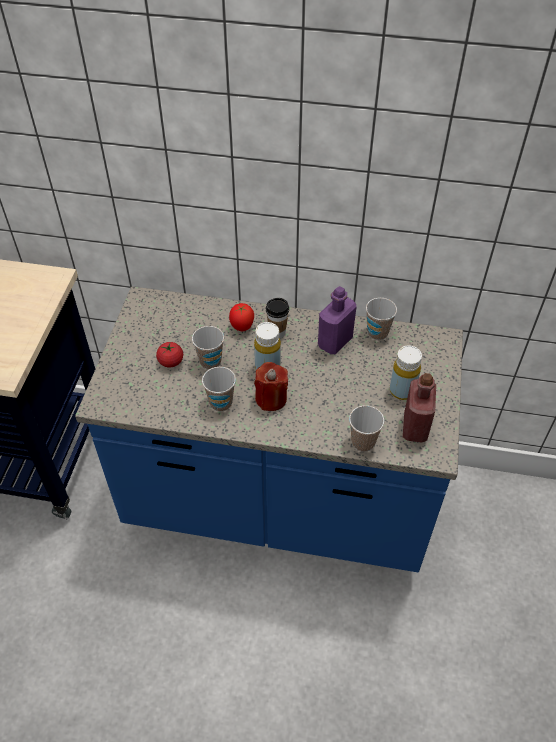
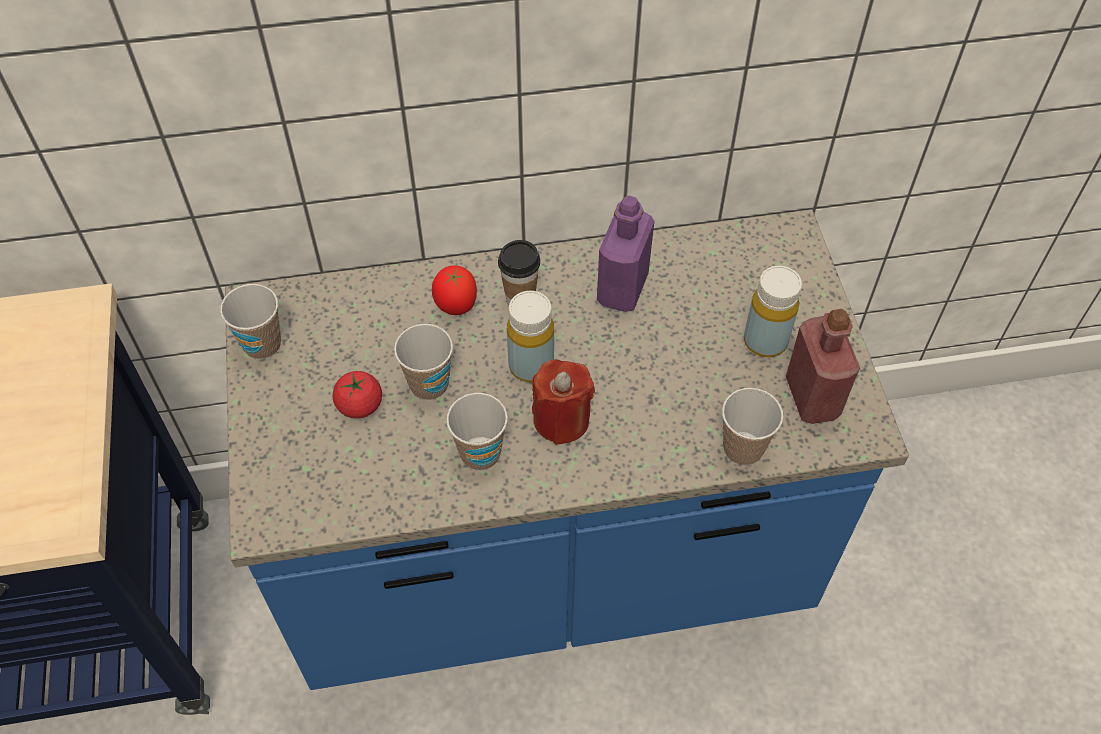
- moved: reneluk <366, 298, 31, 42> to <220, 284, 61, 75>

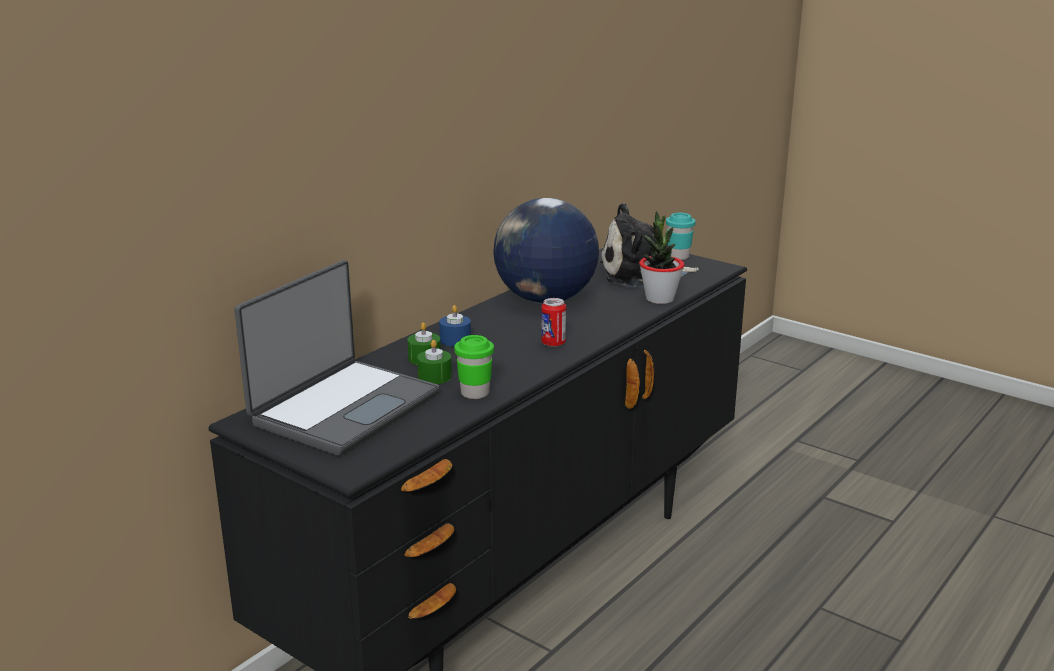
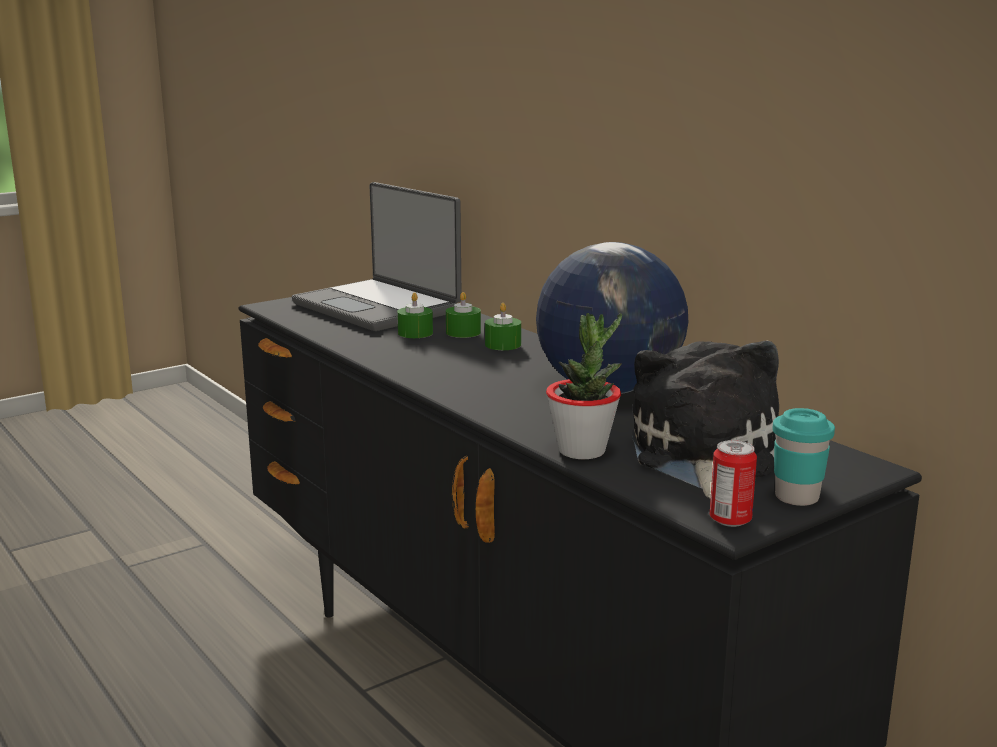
- removed: green_reneluk <454, 335, 40, 64>
- moved: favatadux <541, 298, 25, 49> to <710, 440, 47, 87>
- recoloured: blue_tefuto <439, 305, 32, 41> to green_tefuto <485, 303, 36, 47>

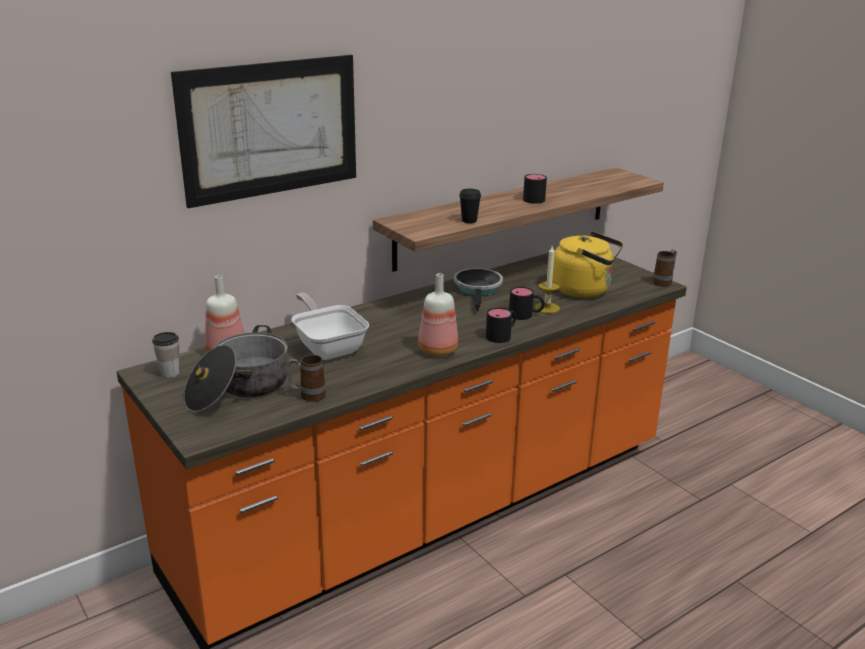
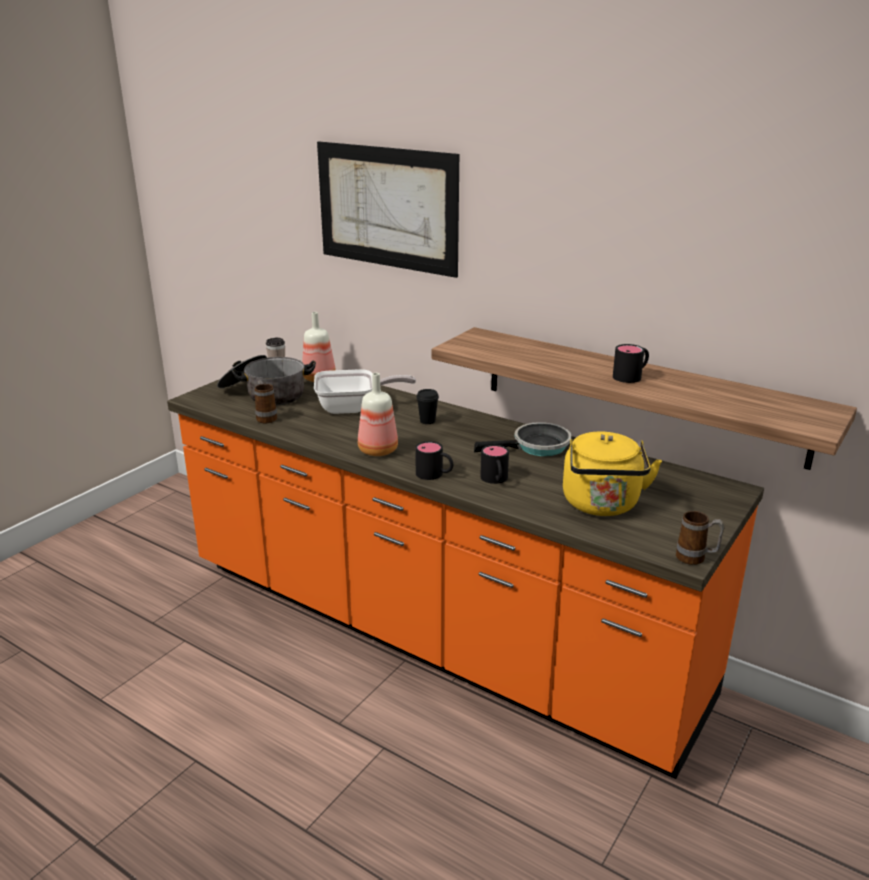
- removed: tefuto <535, 246, 25, 67>
- moved: black_reneluk <459, 189, 22, 34> to <416, 389, 23, 35>
- turned: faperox <291, 293, 78, 67> = <314, 369, 102, 45> 45 degrees clockwise

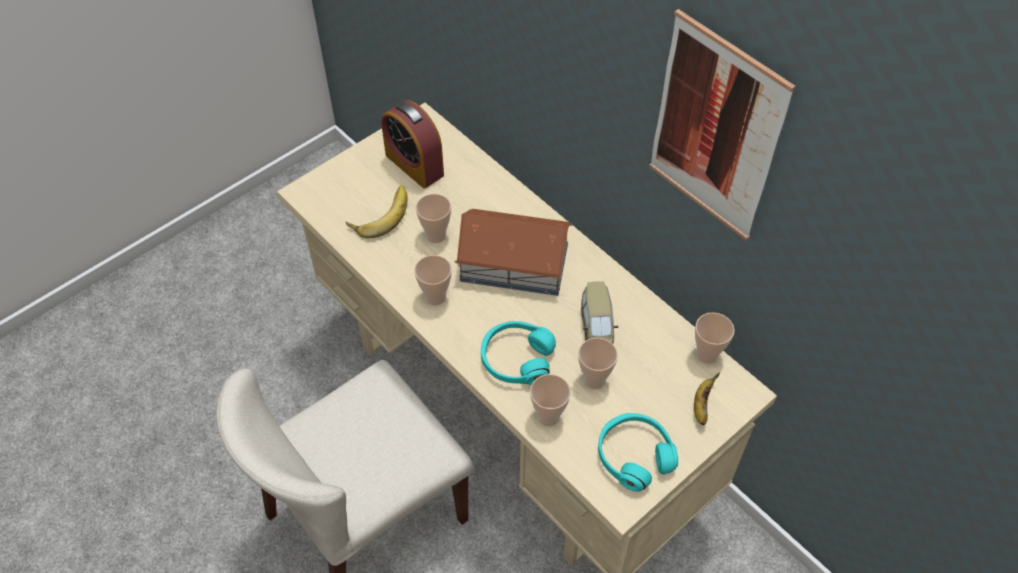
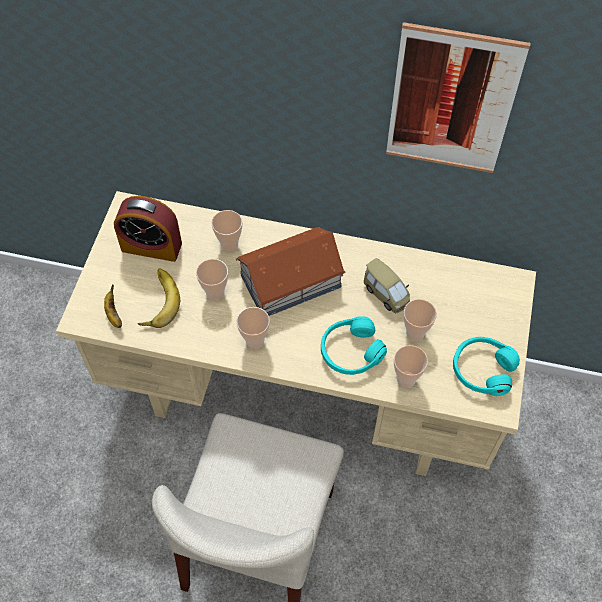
- moved: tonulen <694, 372, 26, 53> to <104, 284, 18, 44>
- moved: reneluk <695, 312, 40, 52> to <211, 210, 31, 42>

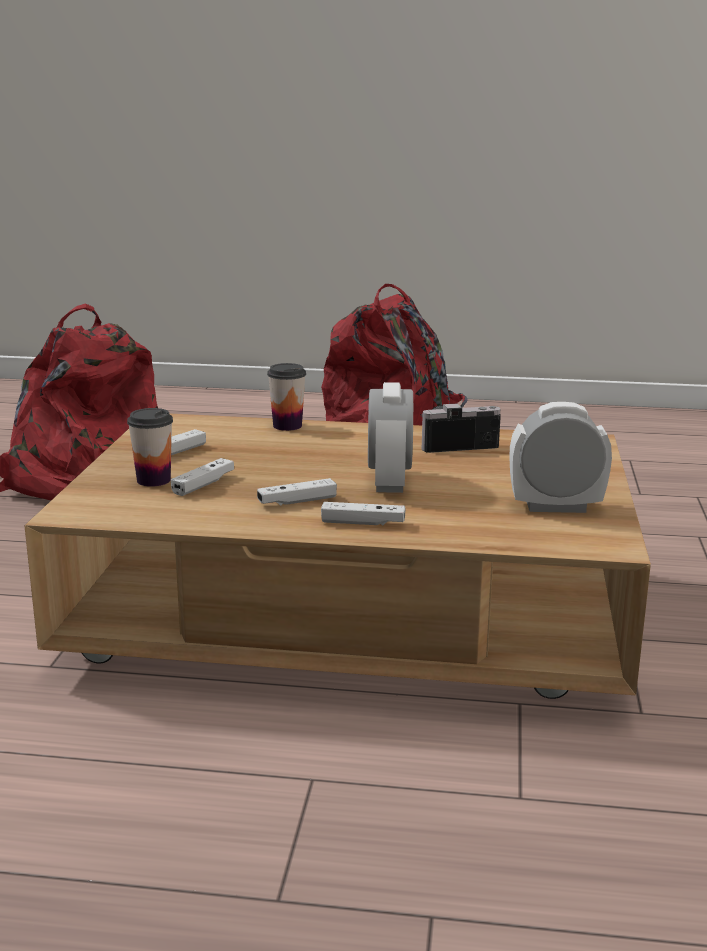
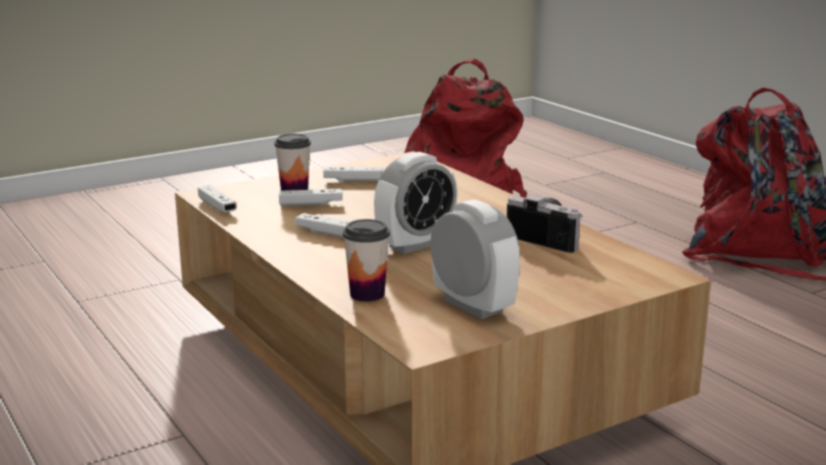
- moved: reneluk <267, 363, 39, 68> to <343, 219, 47, 83>
- moved: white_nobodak <321, 502, 84, 24> to <198, 185, 39, 27>

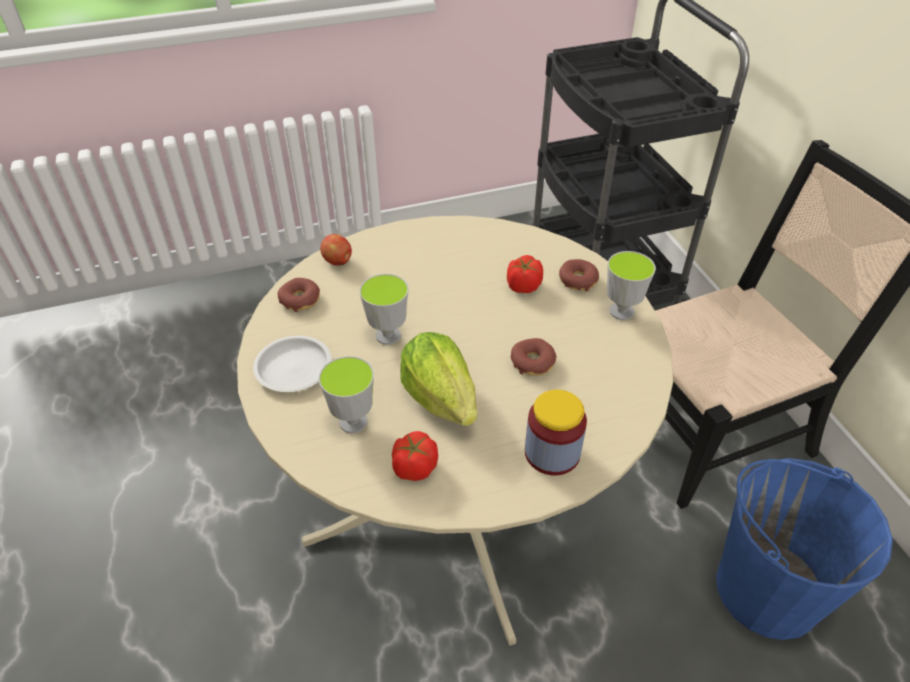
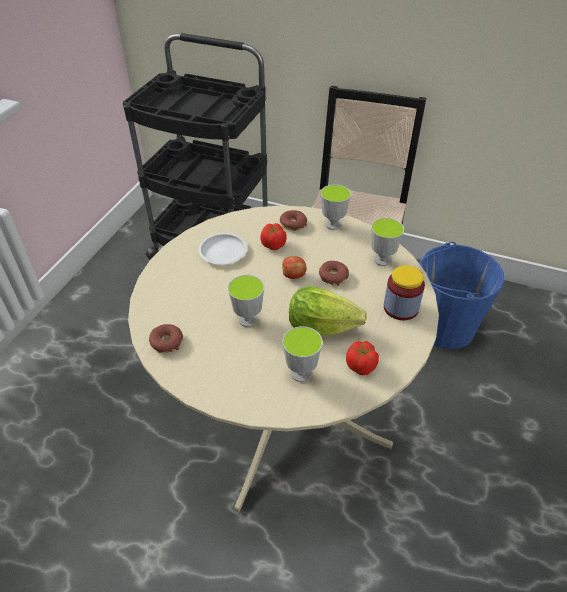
- added: reneluk <371, 218, 33, 48>
- moved: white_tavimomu <253, 336, 79, 56> to <198, 233, 50, 32>
- moved: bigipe <320, 234, 32, 32> to <282, 256, 25, 23>

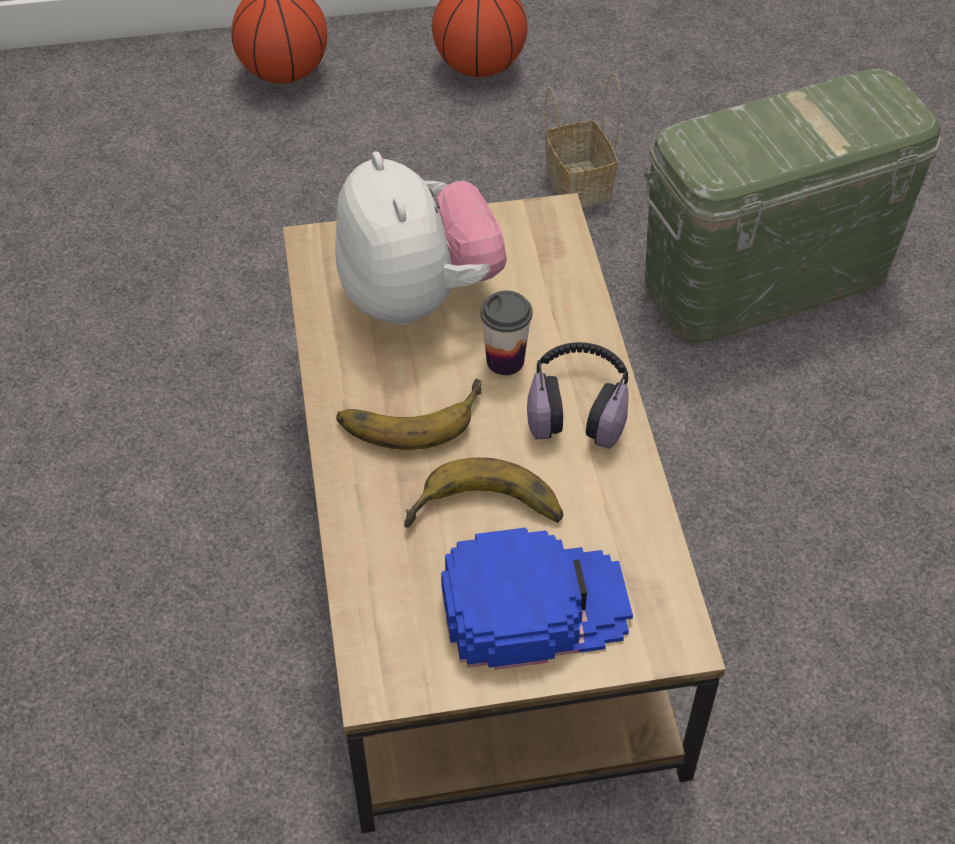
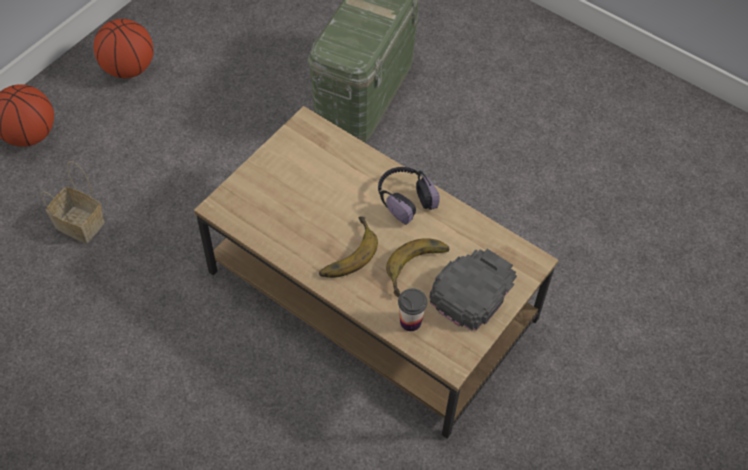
- removed: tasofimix <335, 151, 172, 174>
- moved: reneluk <480, 290, 52, 85> to <398, 289, 29, 42>
- moved: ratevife <545, 73, 76, 135> to <41, 161, 64, 82>
- recoloured: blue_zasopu <441, 528, 192, 142> to black_zasopu <429, 249, 88, 82>

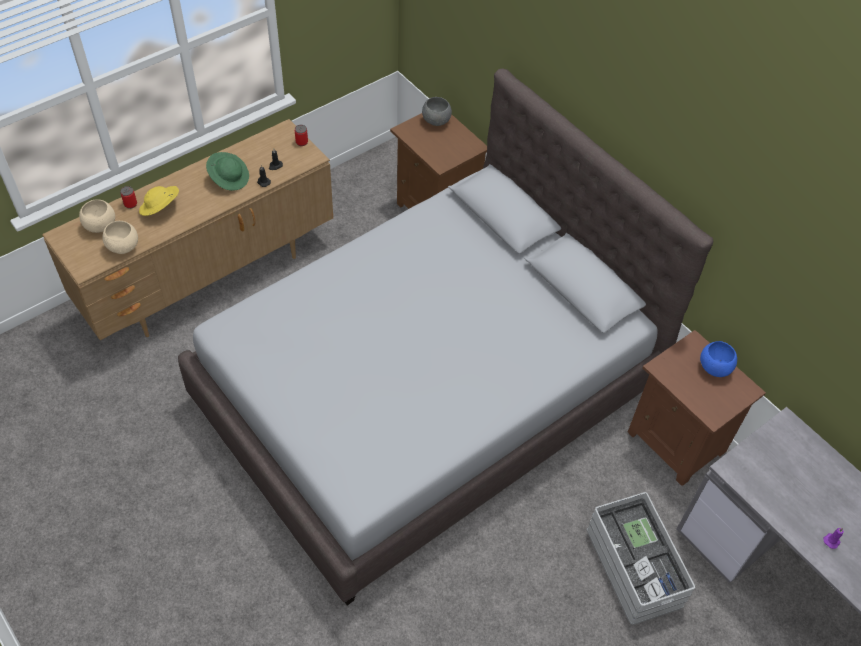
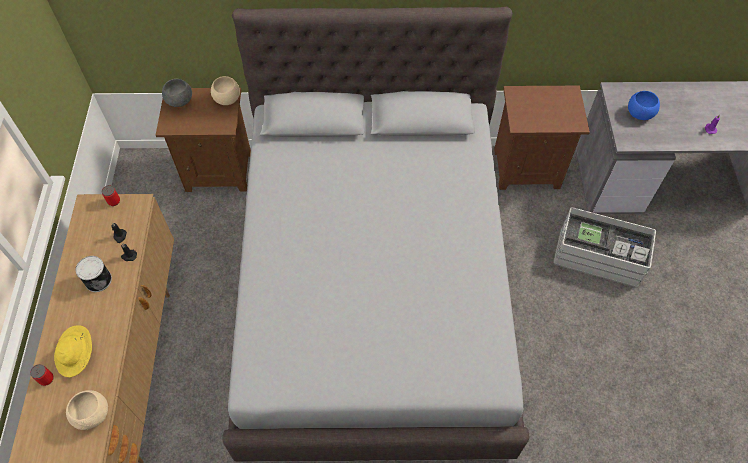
- moved: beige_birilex <79, 199, 36, 34> to <211, 76, 29, 29>
- moved: blue_birilex <700, 341, 37, 36> to <628, 91, 32, 29>
- replaced: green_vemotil <206, 152, 43, 39> to favatadux <76, 256, 36, 36>

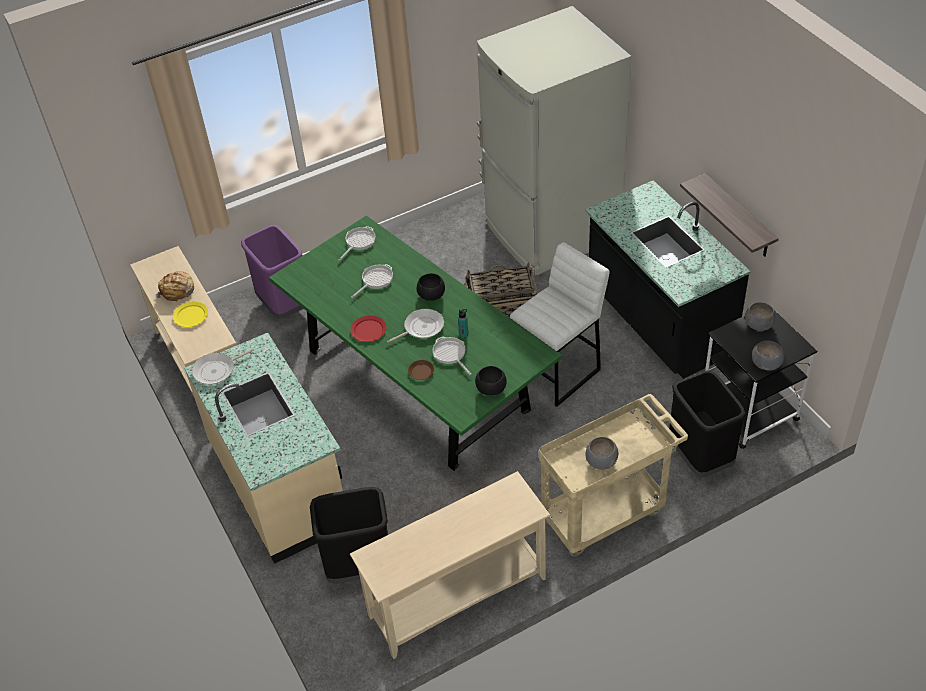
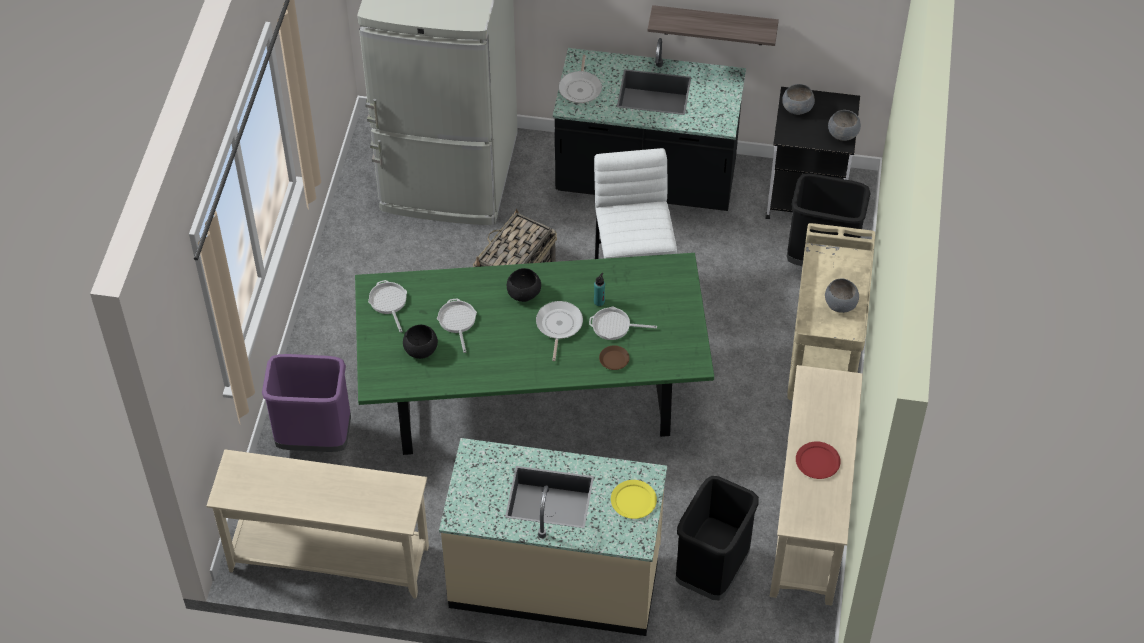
- removed: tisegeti <155, 271, 39, 31>
- moved: yellow_tavimomu <173, 302, 35, 25> to <611, 480, 46, 39>
- moved: faperox <192, 349, 61, 35> to <558, 54, 44, 49>
- moved: red_tavimomu <350, 316, 36, 26> to <796, 441, 45, 38>
- moved: black_birilex <475, 366, 32, 30> to <403, 325, 35, 34>

